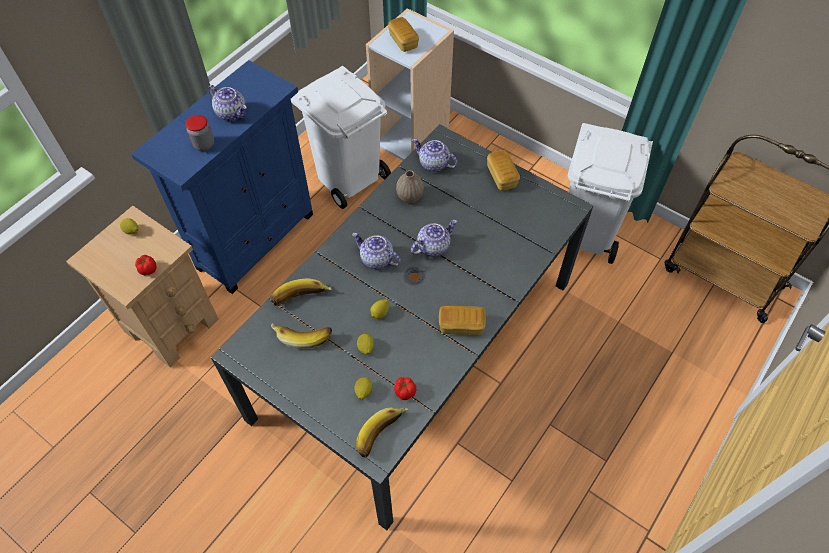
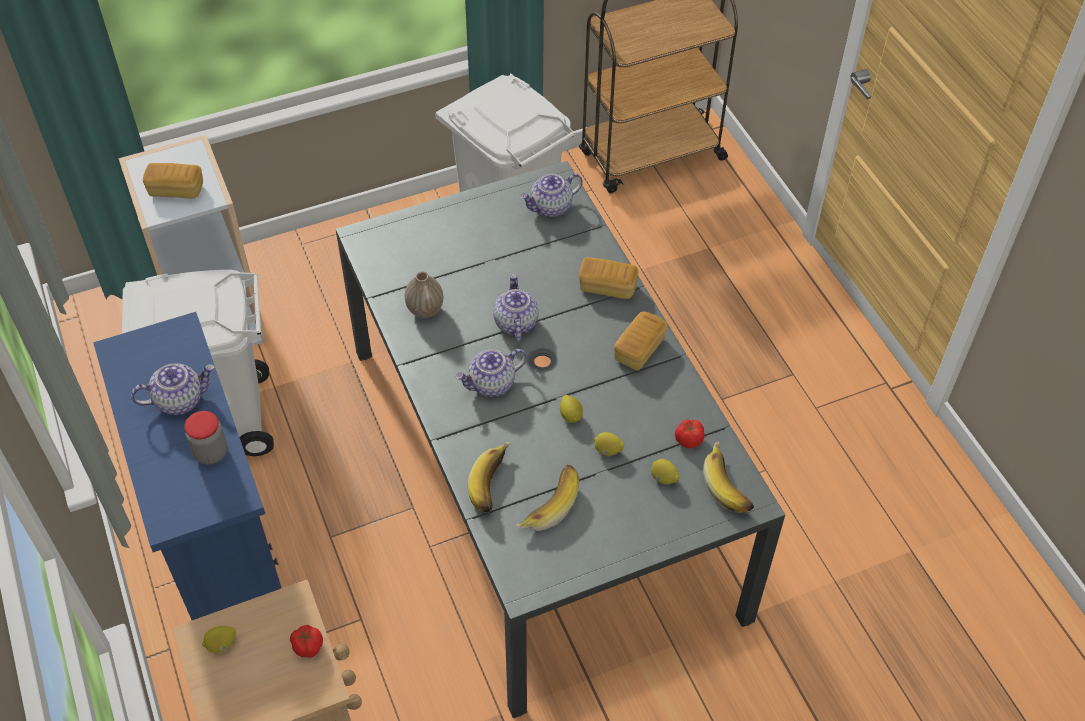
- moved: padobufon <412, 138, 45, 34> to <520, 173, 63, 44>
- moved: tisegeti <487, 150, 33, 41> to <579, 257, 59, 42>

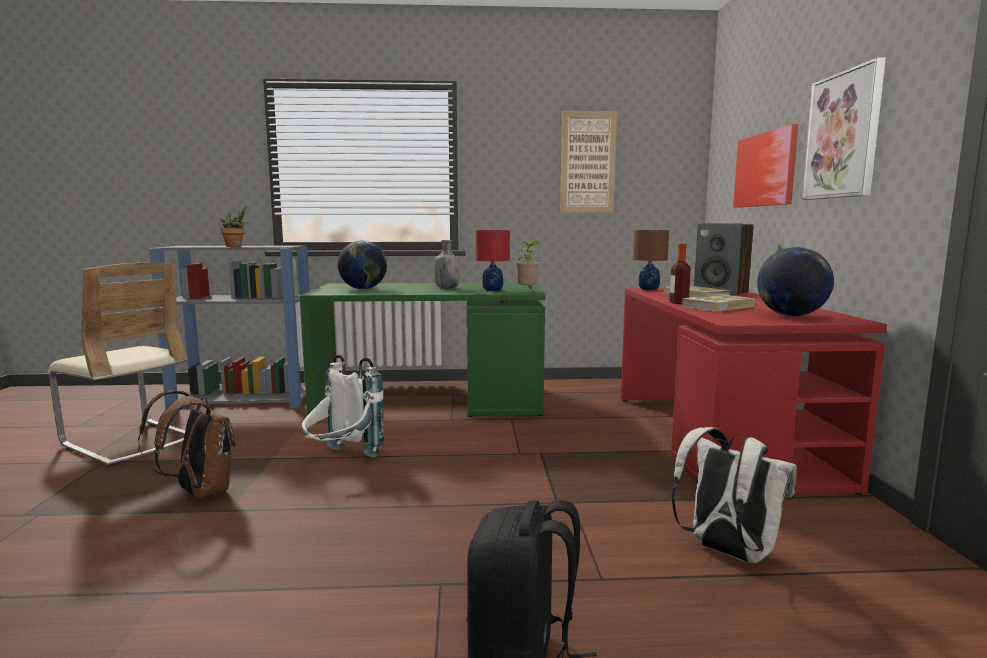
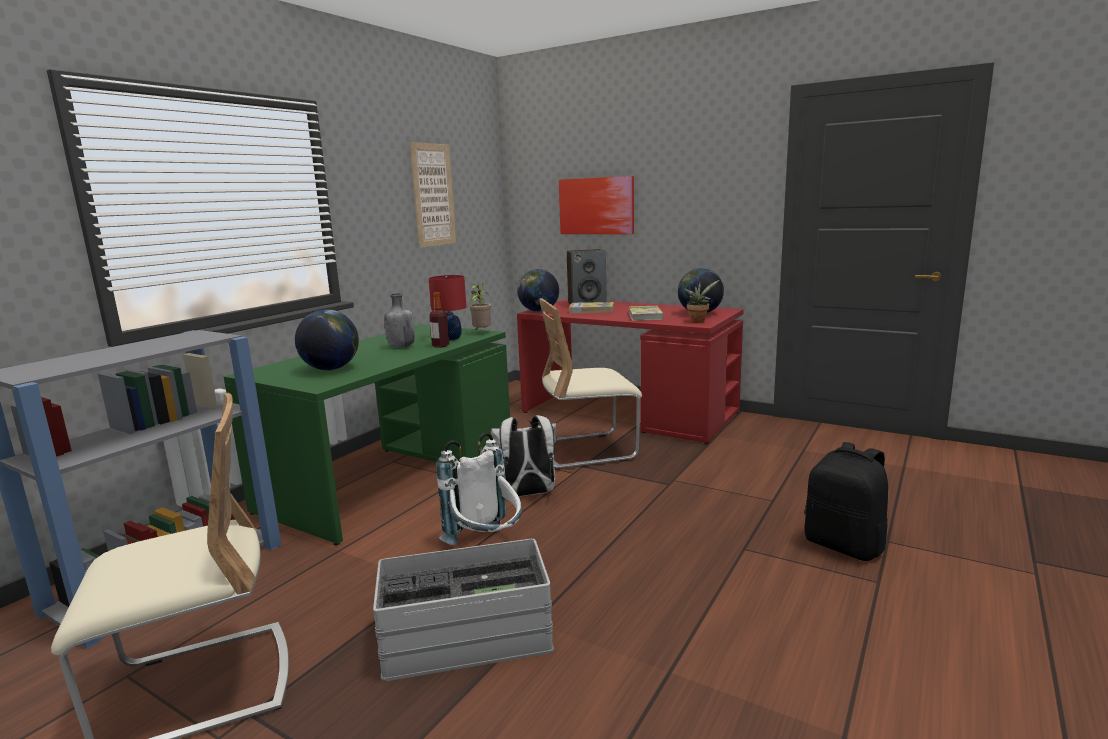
- removed: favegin <802, 57, 84, 143>
- added: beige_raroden <539, 298, 103, 172>
- moved: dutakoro <220, 205, 27, 42> to <683, 280, 36, 43>
- moved: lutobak <669, 244, 22, 60> to <429, 292, 20, 56>
- moved: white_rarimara <671, 427, 126, 136> to <491, 415, 66, 82>
- replaced: brown_rarimara <138, 390, 98, 108> to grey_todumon <373, 539, 181, 142>
- replaced: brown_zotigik <633, 229, 36, 61> to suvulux <517, 269, 42, 43>

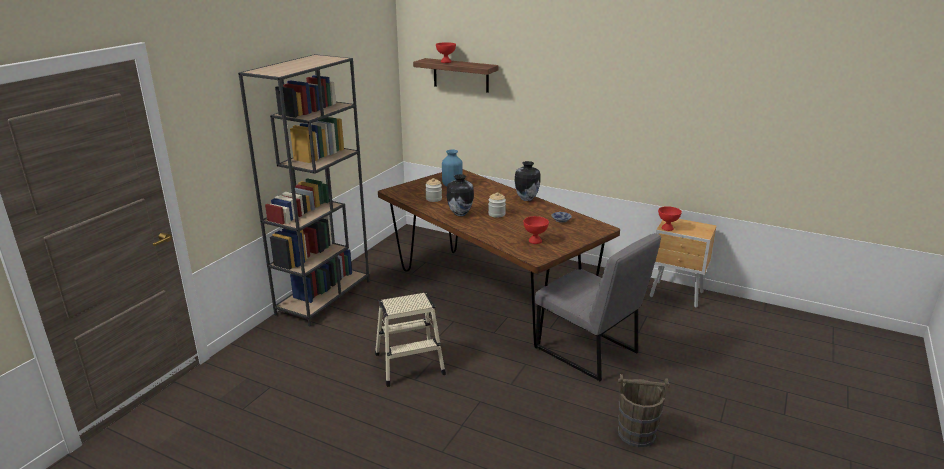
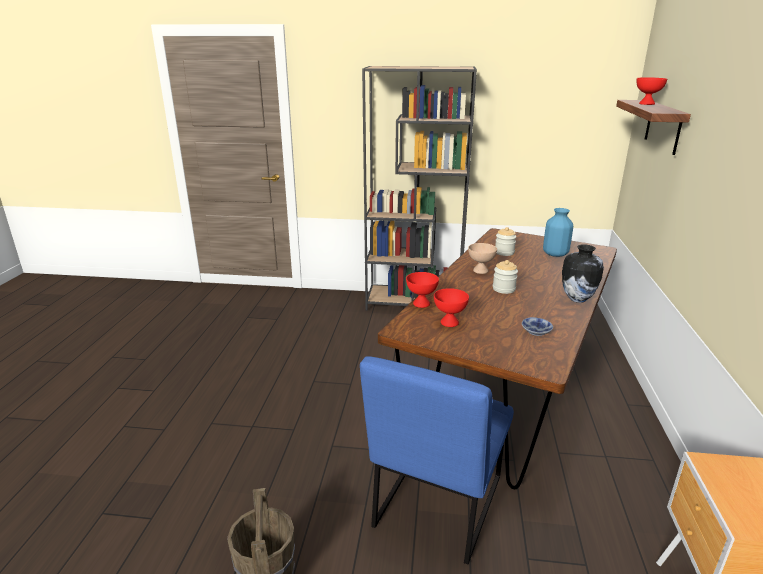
- removed: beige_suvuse <375, 292, 71, 95>
- moved: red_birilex <658, 206, 24, 25> to <406, 272, 33, 36>
- replaced: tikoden <447, 174, 27, 42> to beige_birilex <468, 243, 29, 31>
- recoloured: grey_raroden <535, 233, 126, 148> to blue_raroden <360, 356, 154, 208>

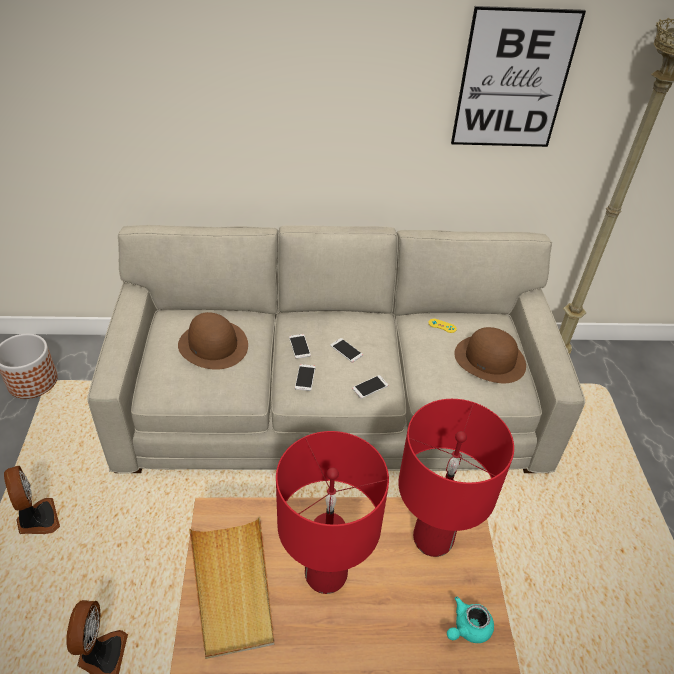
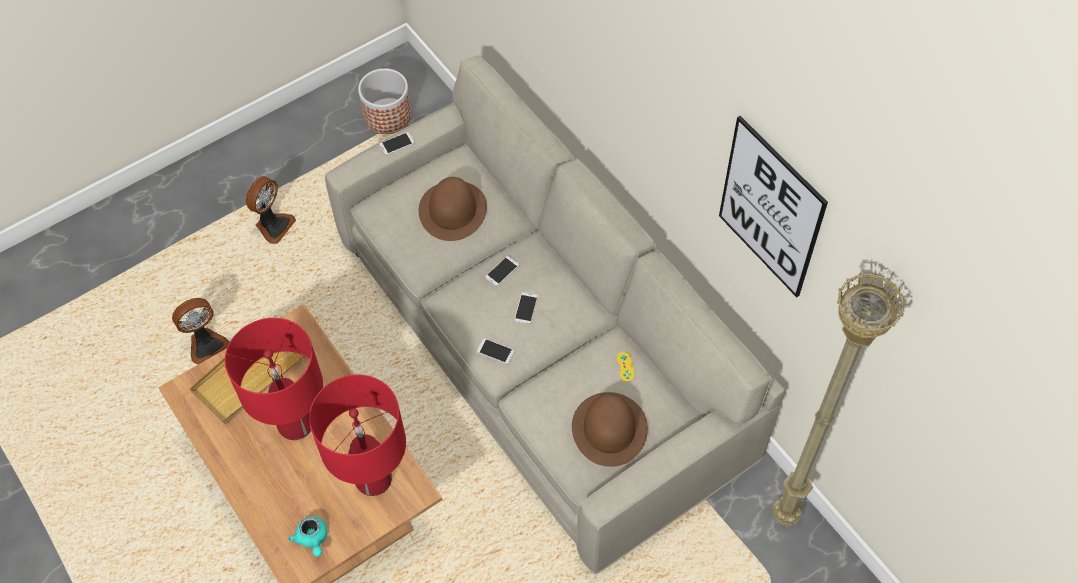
- moved: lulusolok <295, 364, 21, 27> to <379, 132, 36, 23>
- turned: turquoise_padobufon <447, 597, 47, 46> = <288, 516, 40, 40> 135 degrees counterclockwise

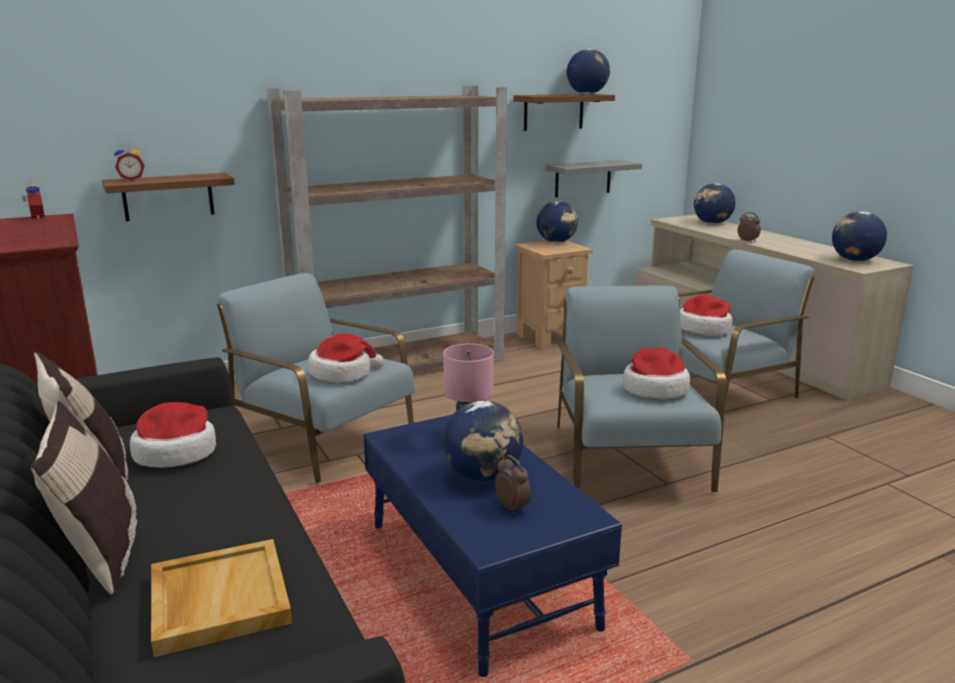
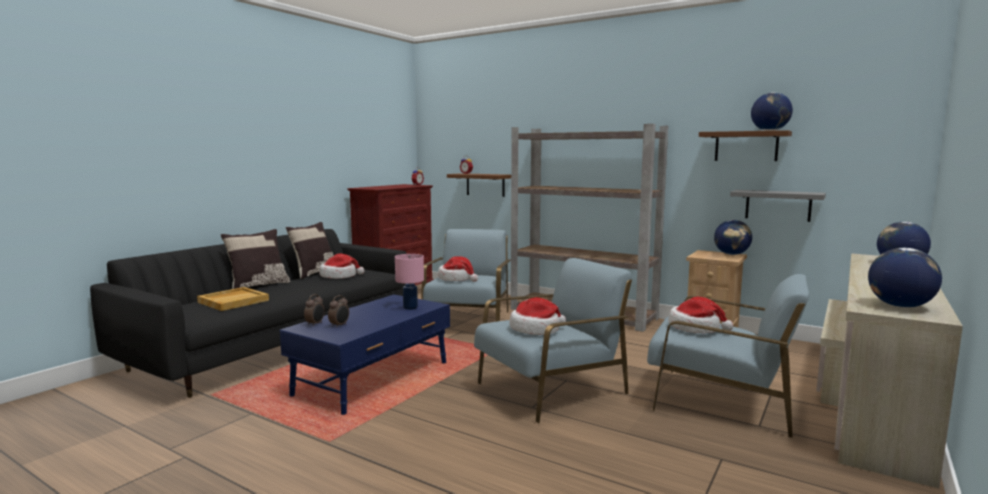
- removed: suvulux <443, 400, 80, 81>
- moved: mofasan <738, 212, 23, 31> to <304, 294, 20, 32>

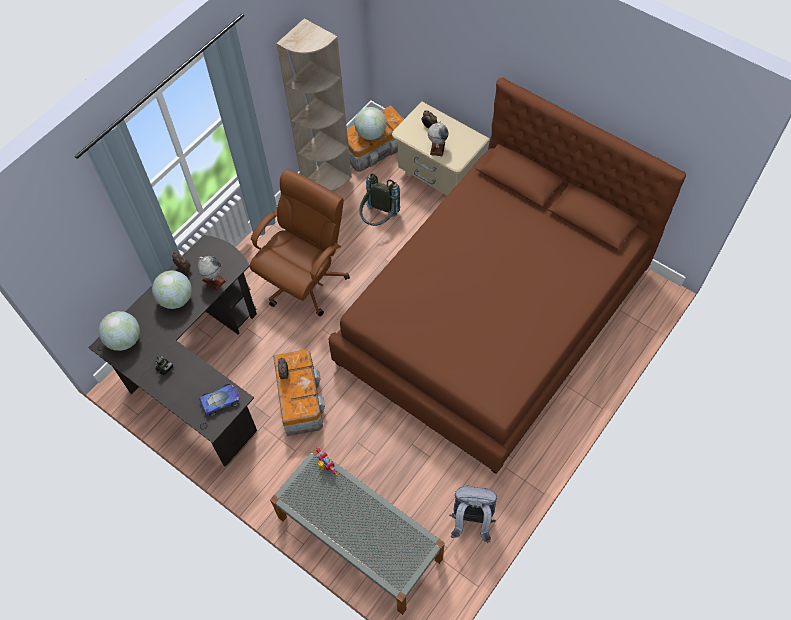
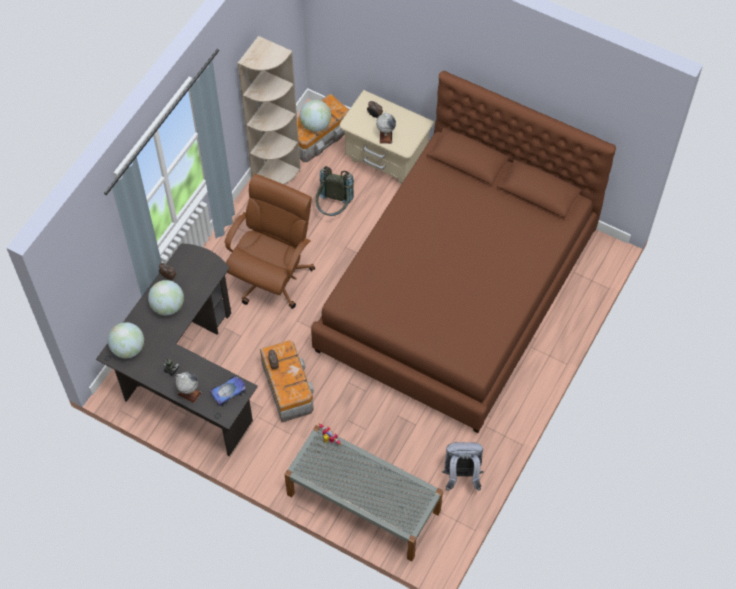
- moved: suvulux <198, 256, 29, 35> to <175, 372, 27, 31>

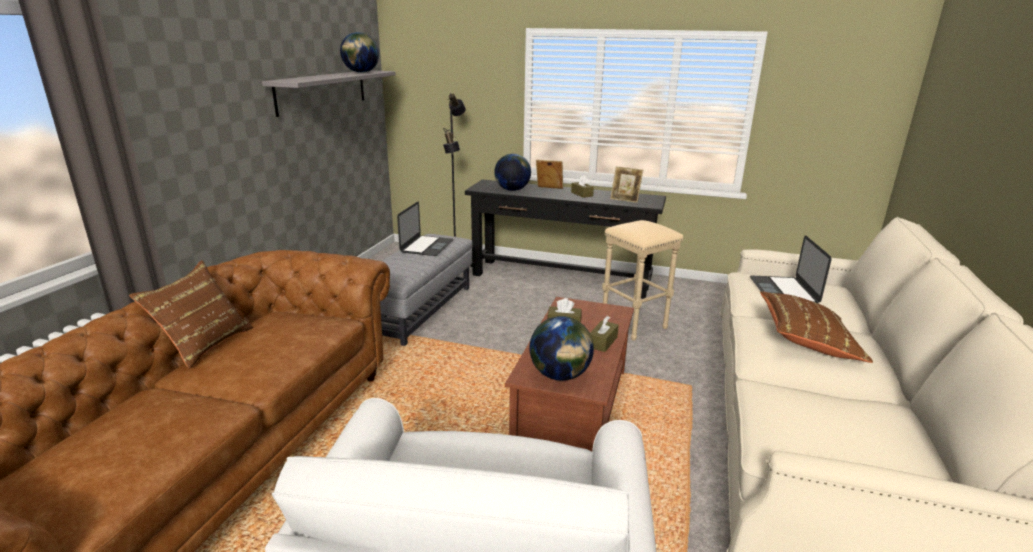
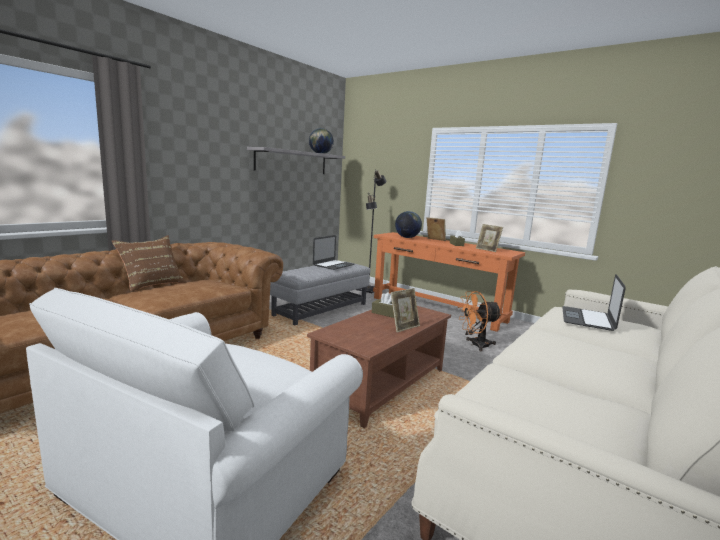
- removed: suvulux <530, 316, 64, 65>
- removed: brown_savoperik <760, 291, 113, 72>
- replaced: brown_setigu <590, 316, 29, 36> to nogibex <391, 288, 29, 45>
- replaced: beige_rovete <602, 220, 81, 121> to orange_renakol <458, 291, 44, 60>
- recoloured: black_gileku <465, 179, 201, 120> to orange_gileku <373, 232, 152, 100>

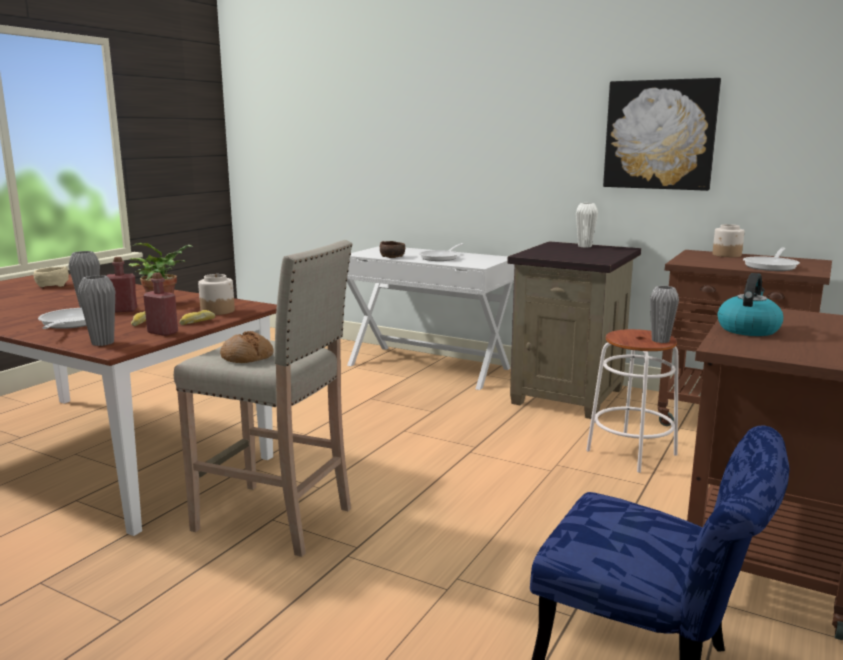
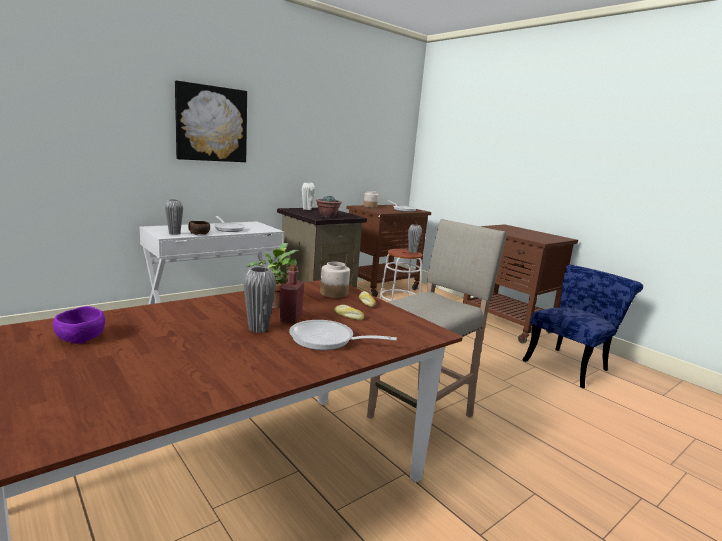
- removed: red_lutobak <143, 273, 35, 63>
- removed: tisegeti <220, 331, 54, 32>
- removed: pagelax <717, 273, 66, 63>
- added: dutakoro <316, 195, 26, 23>
- moved: grey_tikoden <78, 275, 37, 71> to <165, 199, 18, 36>
- moved: favegin <603, 78, 118, 113> to <175, 81, 72, 81>
- recoloured: beige_birilex <34, 266, 35, 21> to purple_birilex <53, 306, 52, 38>

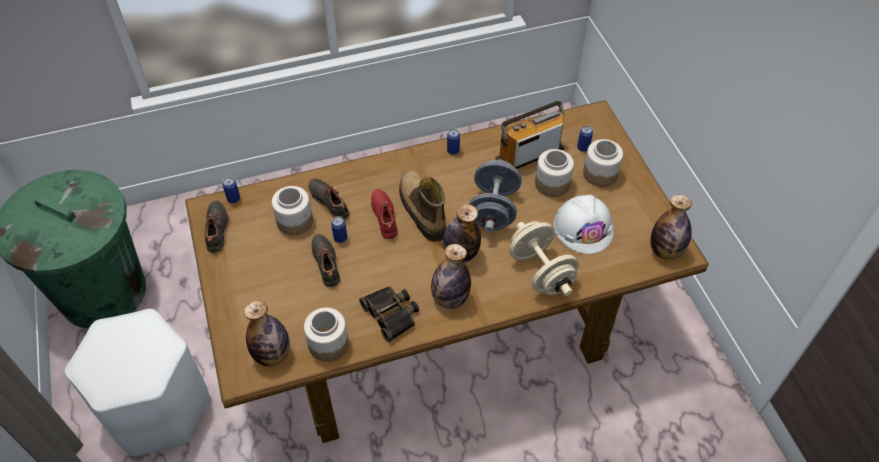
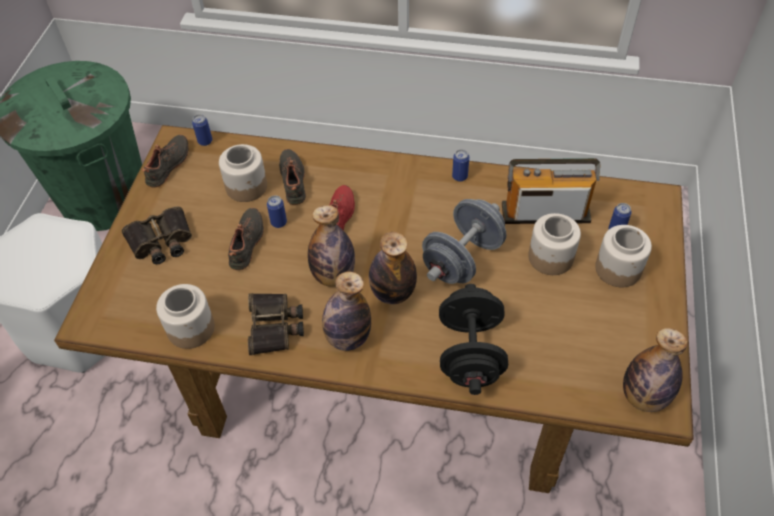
- removed: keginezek <399, 170, 47, 72>
- removed: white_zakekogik <554, 195, 60, 59>
- added: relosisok <122, 206, 70, 58>
- moved: lutobak <244, 300, 46, 67> to <308, 205, 47, 82>
- recoloured: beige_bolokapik <509, 221, 70, 75> to black_bolokapik <439, 284, 69, 111>

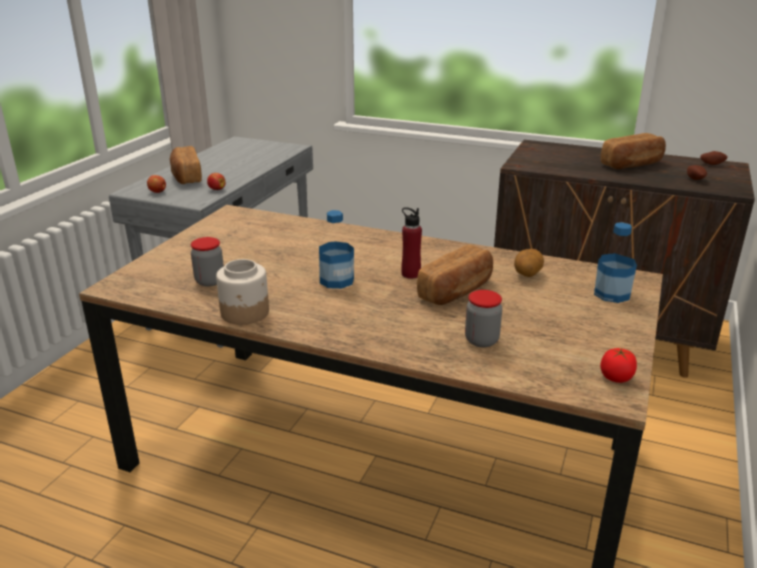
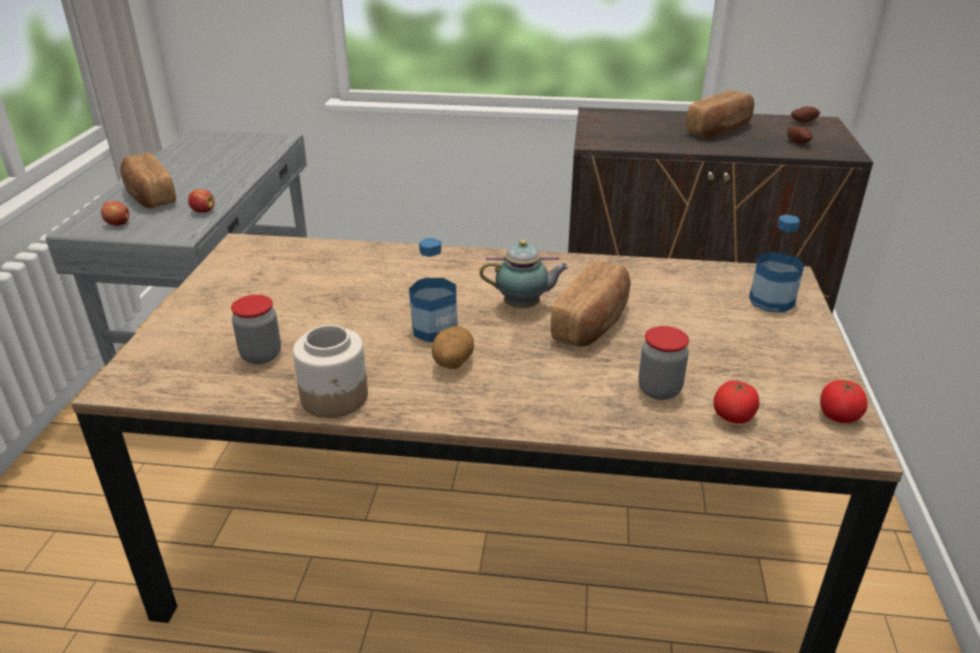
- added: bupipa <714, 380, 45, 44>
- moved: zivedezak <514, 249, 30, 28> to <432, 326, 42, 43>
- replaced: red_lutobak <401, 207, 21, 72> to padobufon <480, 240, 89, 68>

